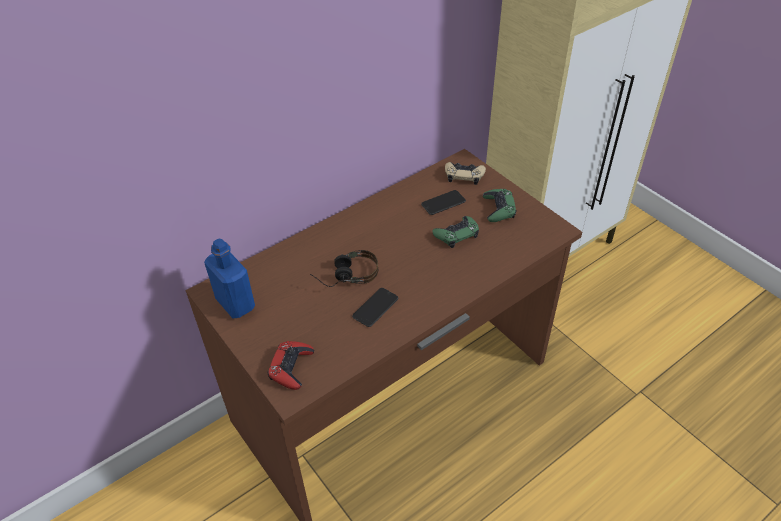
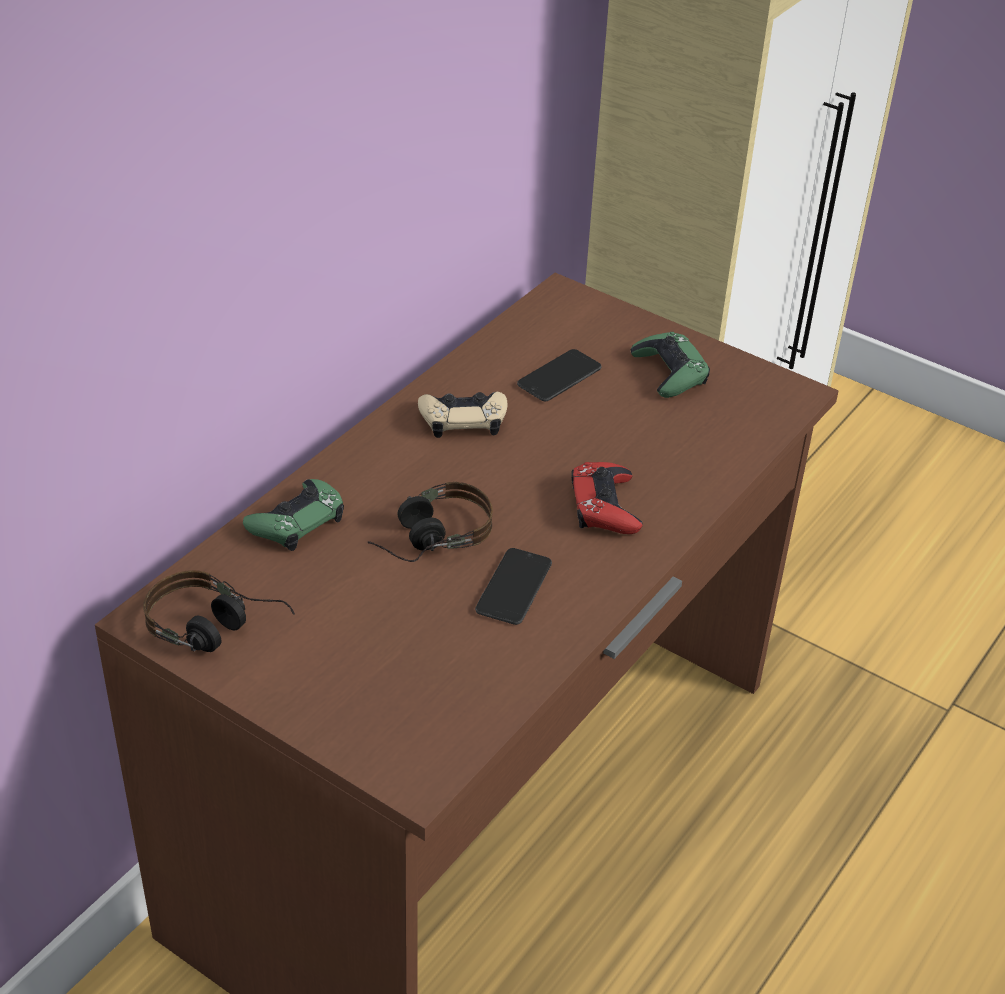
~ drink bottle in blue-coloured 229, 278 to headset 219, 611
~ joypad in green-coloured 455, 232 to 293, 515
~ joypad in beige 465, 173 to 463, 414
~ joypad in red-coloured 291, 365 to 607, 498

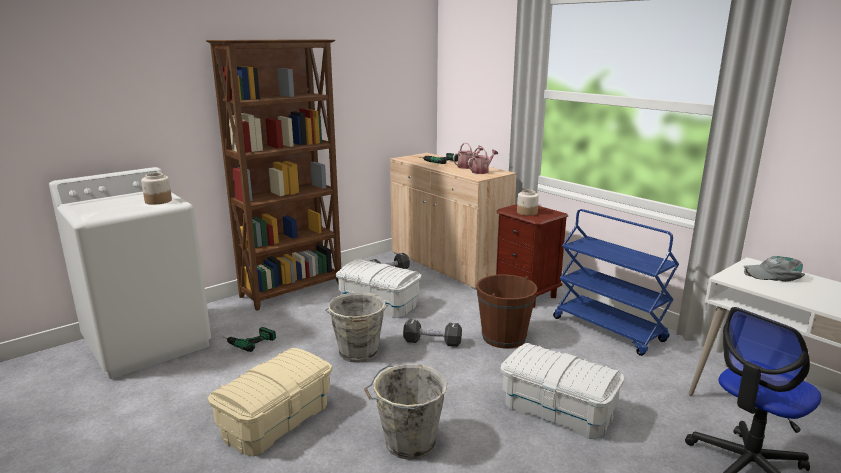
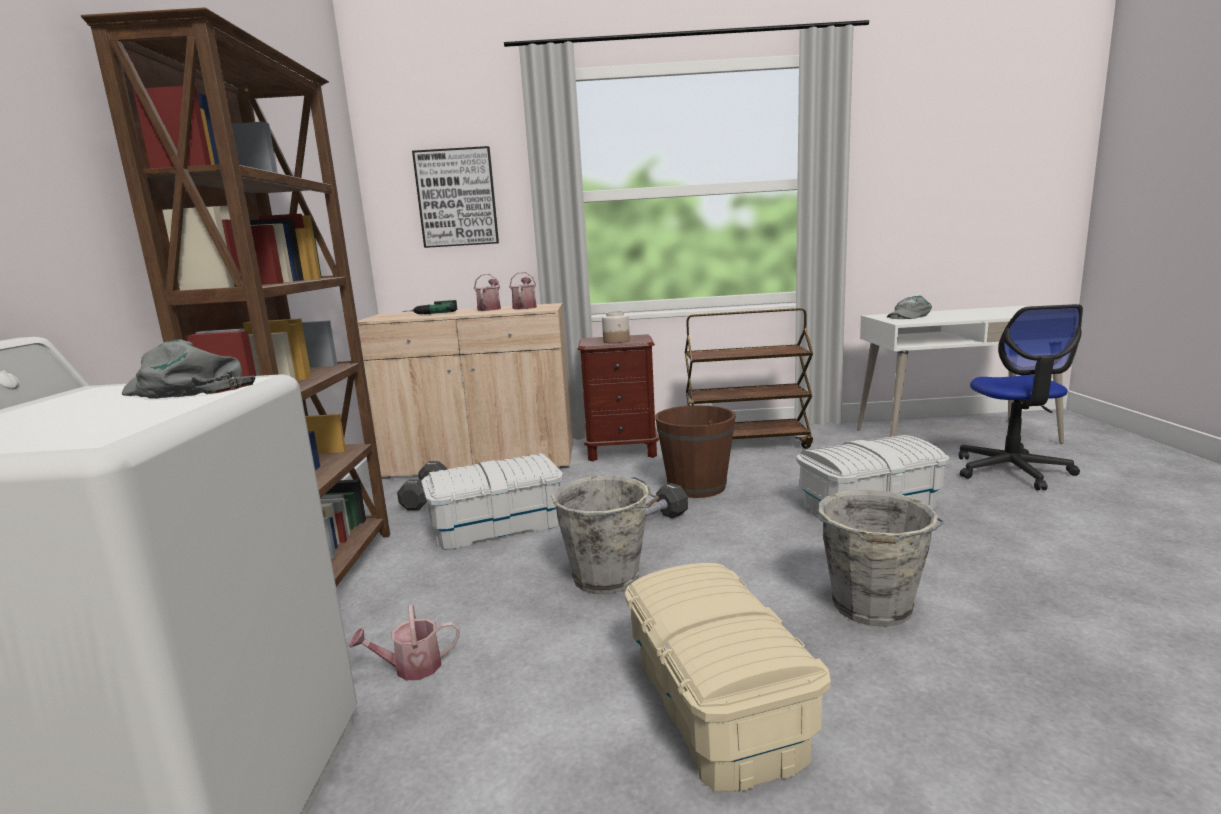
~ preserve jar 156, 189 to peaked cap in greyish 188, 369
~ electric drill 249, 339 to watering can 404, 642
+ wall picture 455, 197
~ cart in blue-coloured 616, 282 to cart in brown-coloured 749, 378

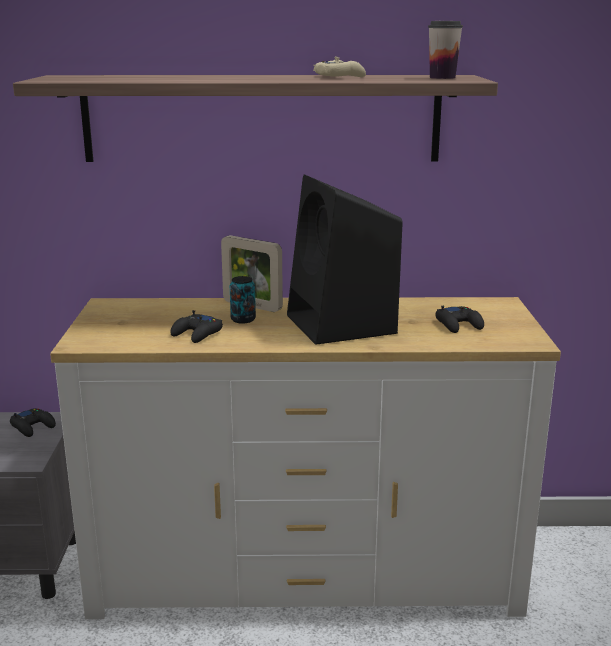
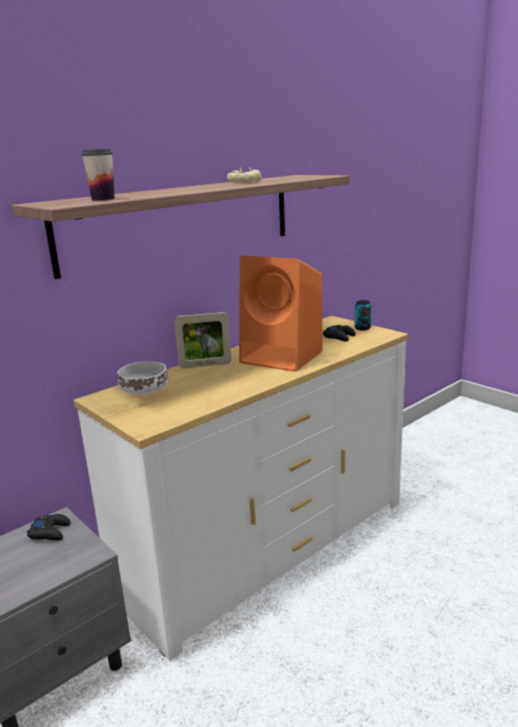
~ drinking cup 445, 50 to 98, 175
+ deep dish in white 142, 378
~ speaker in blackish 345, 259 to speaker in orangey 281, 314
~ can 243, 300 to 362, 315
- joypad in blackish 196, 326

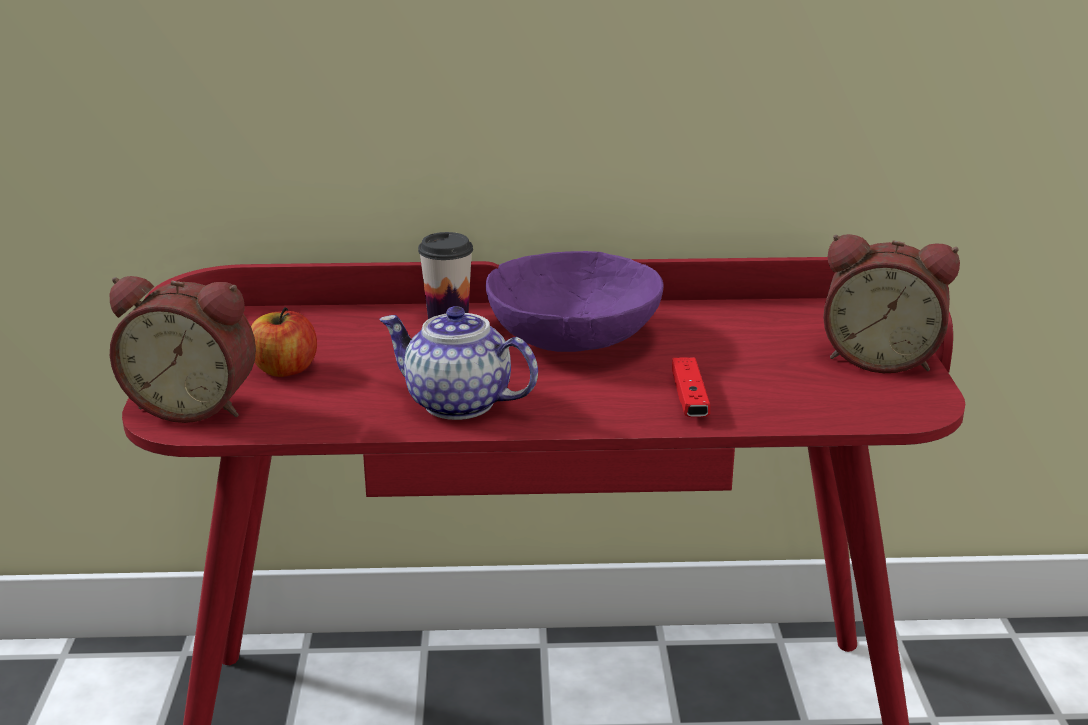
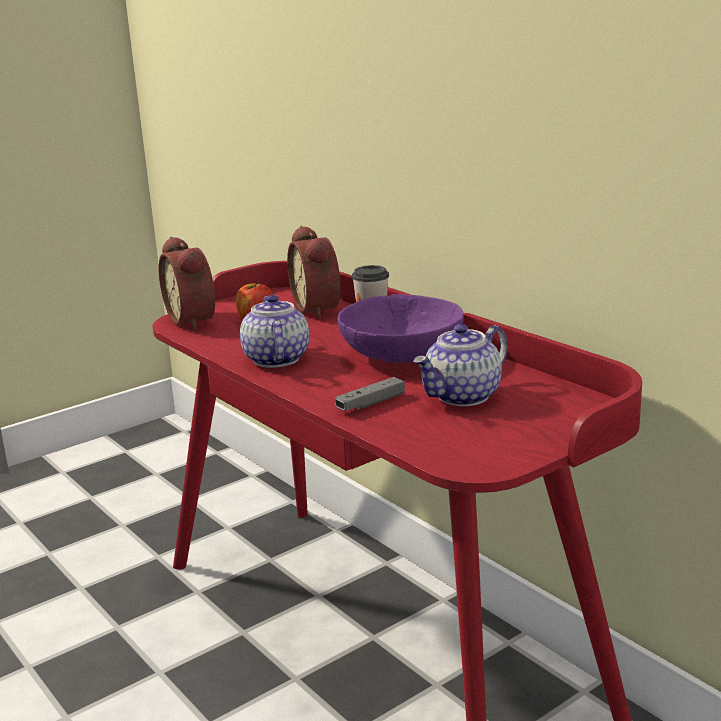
~ alarm clock 891, 303 to 314, 272
~ joypad in red-coloured 691, 387 to joypad in greyish 370, 394
+ tea pot 460, 365

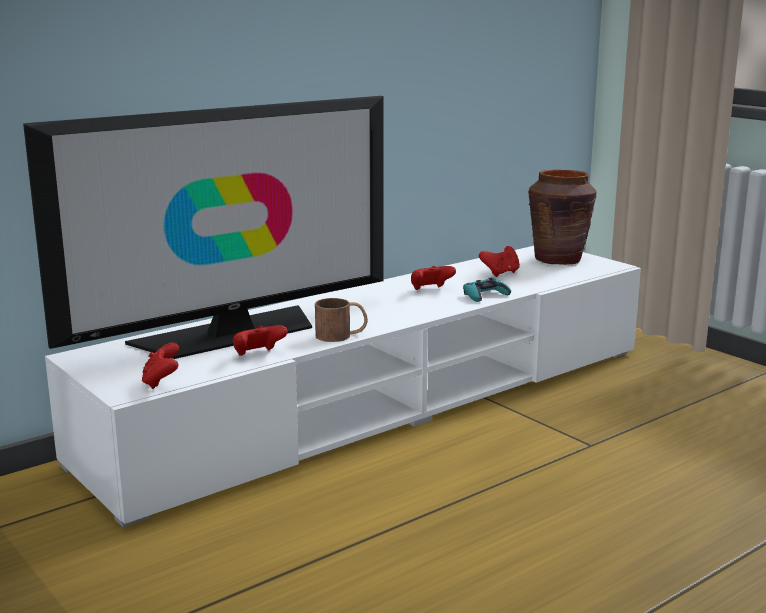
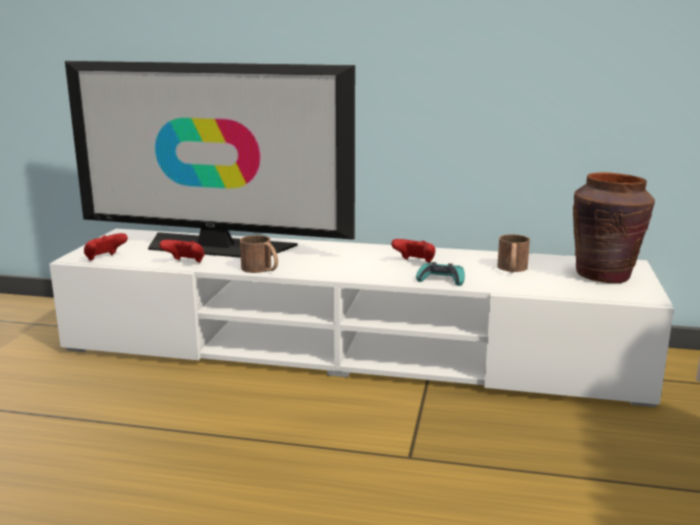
~ joypad in red-coloured 499, 261 to coffee mug in brown-coloured 513, 253

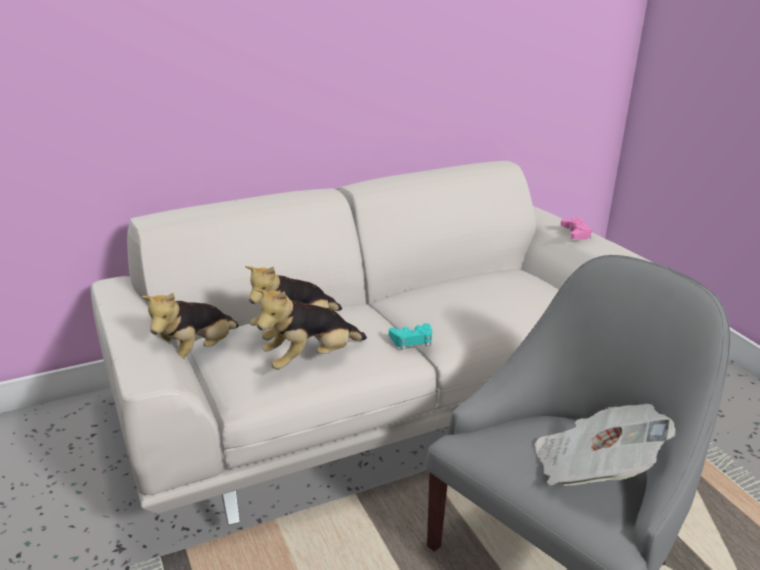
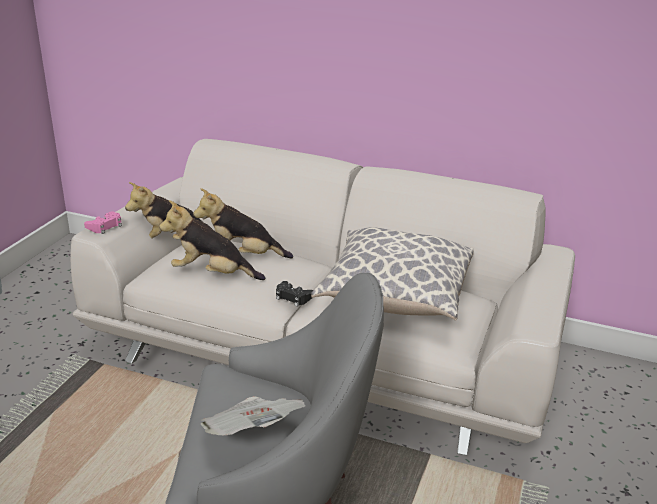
~ joypad in pink-coloured 576, 228 to 103, 223
~ joypad in turquoise 410, 336 to joypad in blackish 294, 294
+ throw pillow 392, 273

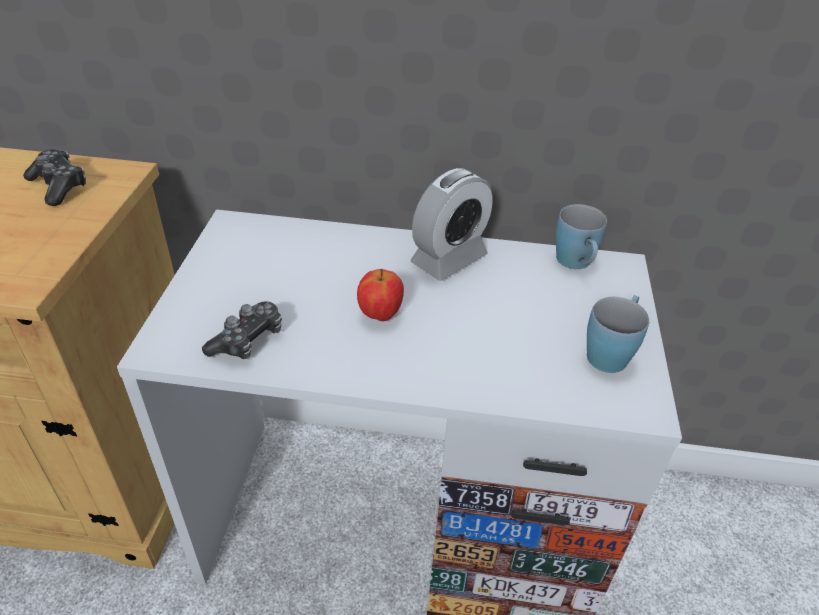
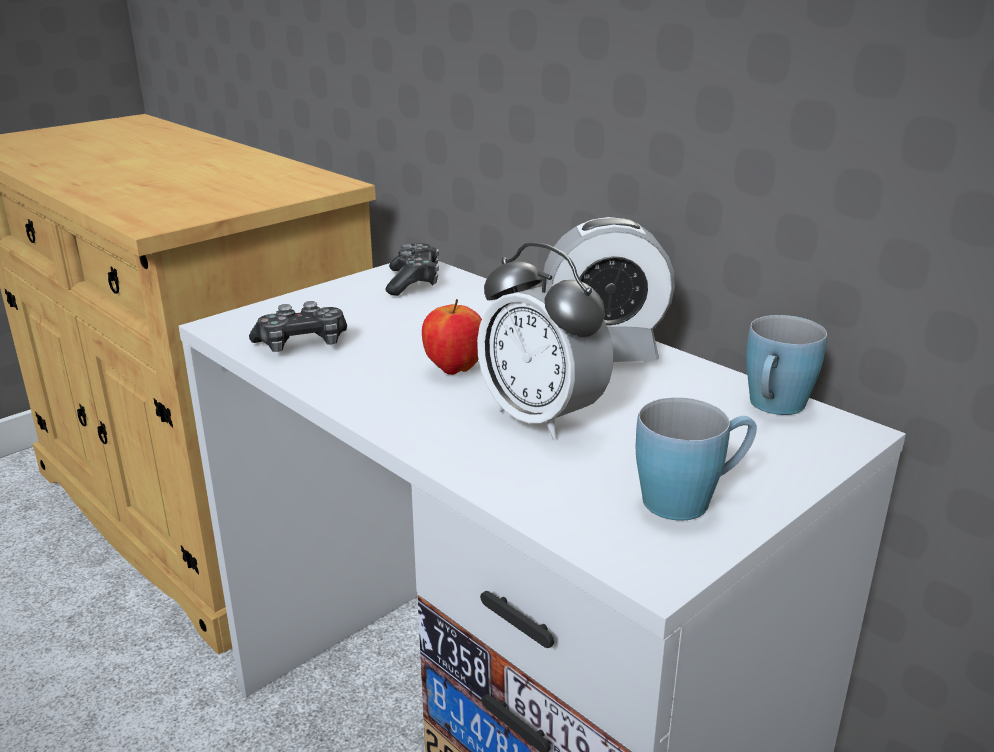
~ joypad 54, 177 to 412, 269
+ alarm clock 545, 340

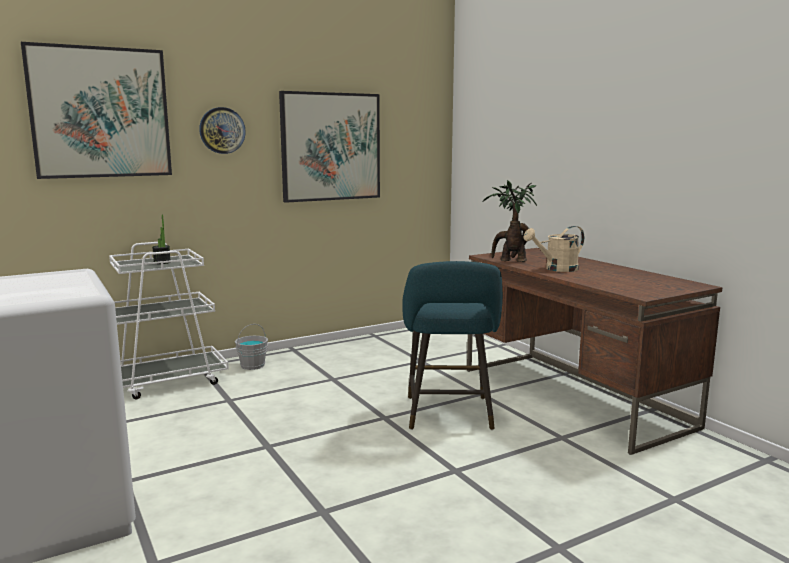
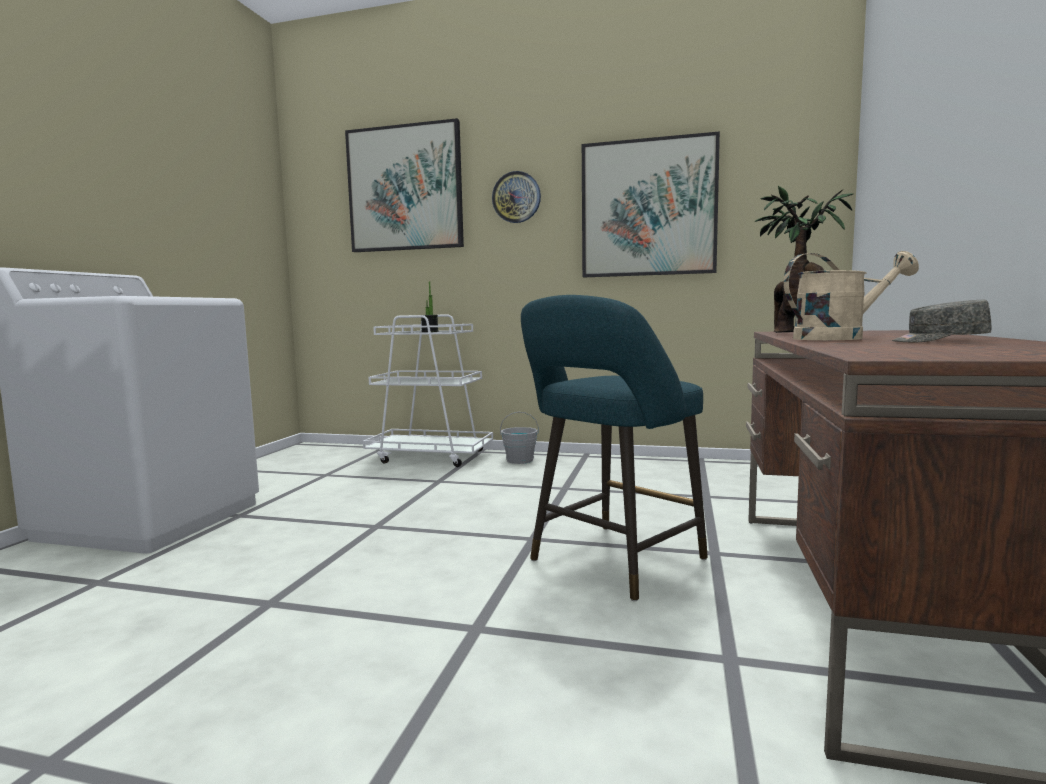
~ watering can in beige 553, 249 = 851, 295 150 degrees clockwise
+ peaked cap in greyish 941, 321

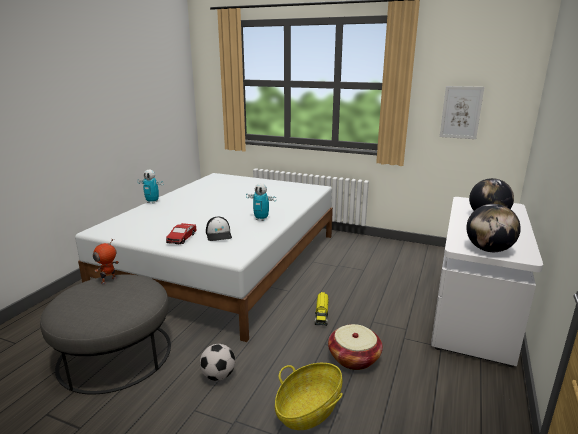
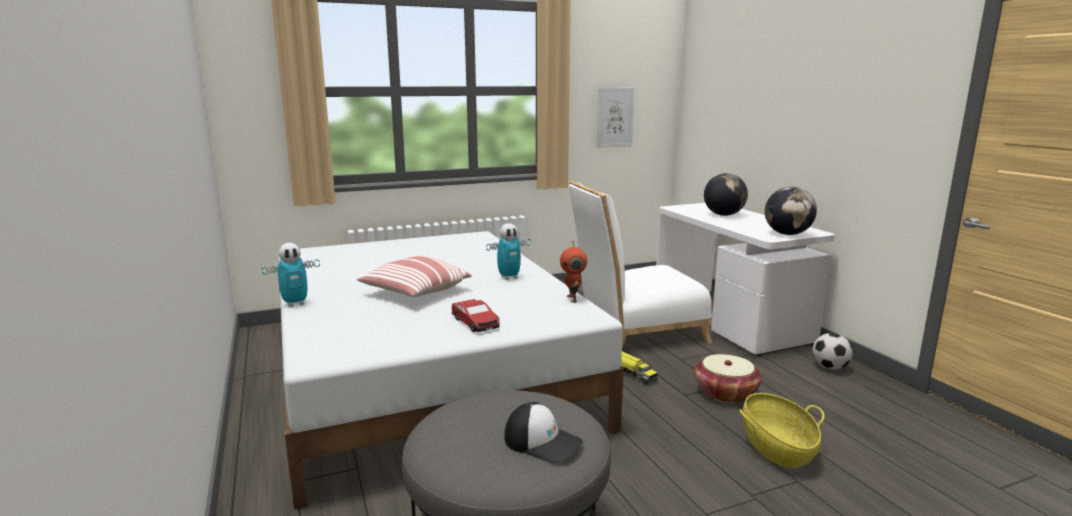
+ throw pillow 414, 276
~ peaked cap 219, 229 to 544, 432
~ robot figure 106, 261 to 573, 272
+ plain chair in white 640, 264
~ football 217, 362 to 832, 351

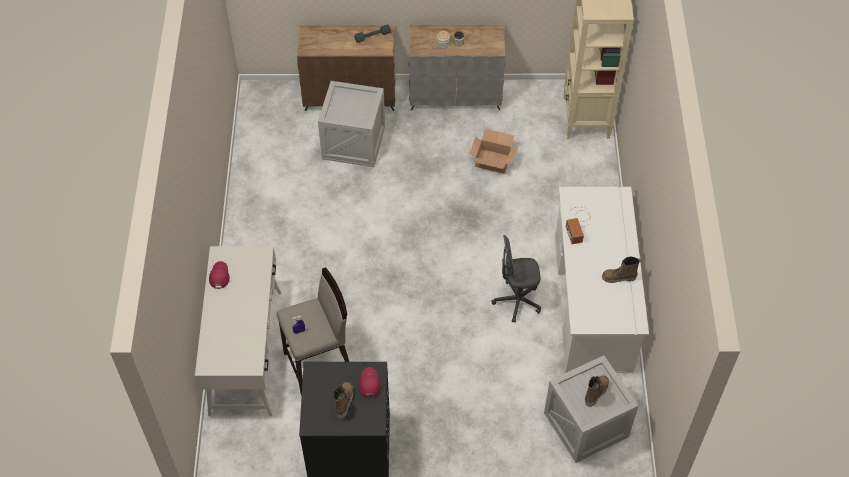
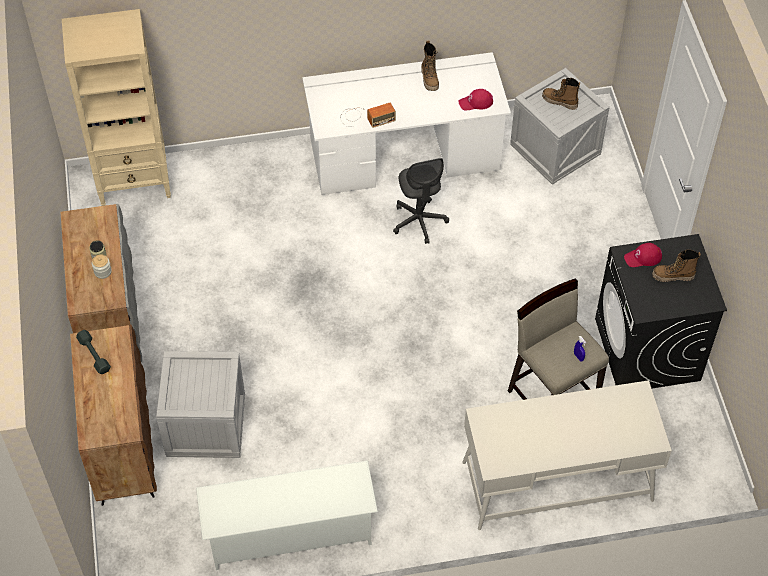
+ shoe shelf in white 287, 515
~ peaked cap in red-coloured 219, 275 to 475, 99
- carton 494, 151

